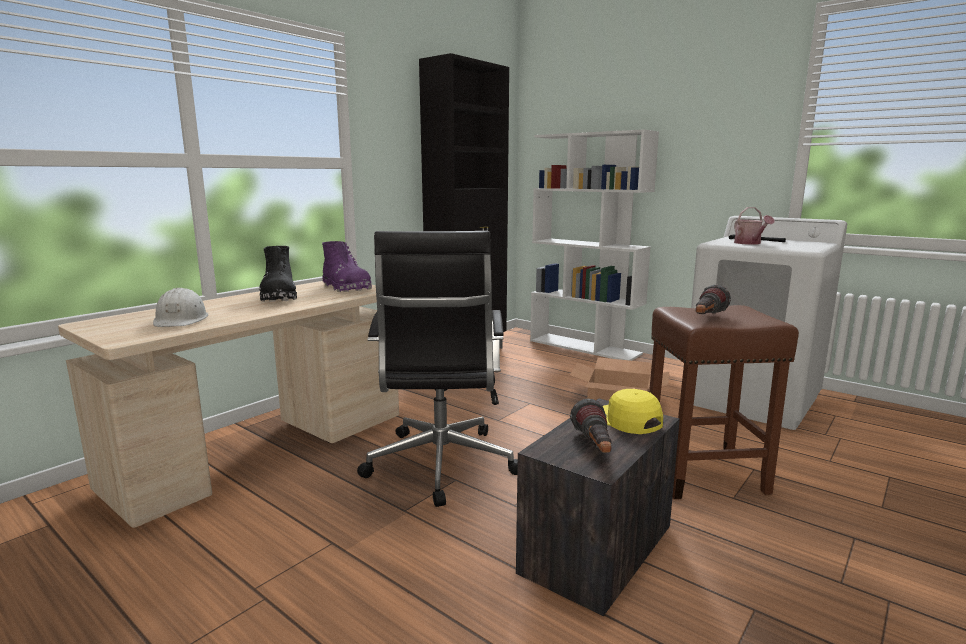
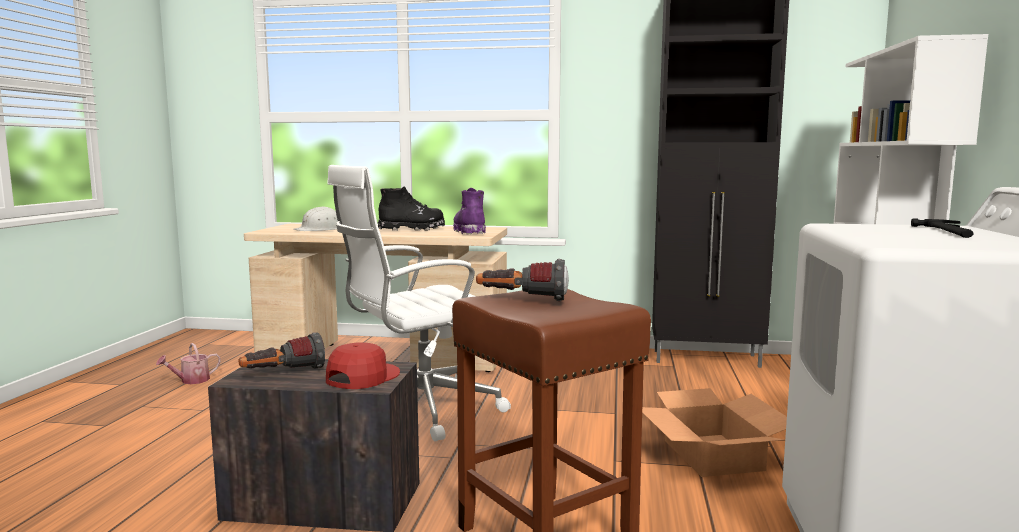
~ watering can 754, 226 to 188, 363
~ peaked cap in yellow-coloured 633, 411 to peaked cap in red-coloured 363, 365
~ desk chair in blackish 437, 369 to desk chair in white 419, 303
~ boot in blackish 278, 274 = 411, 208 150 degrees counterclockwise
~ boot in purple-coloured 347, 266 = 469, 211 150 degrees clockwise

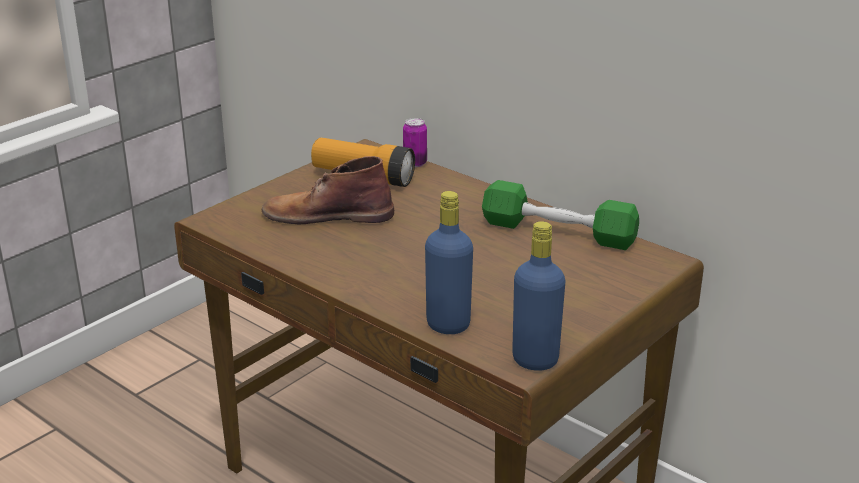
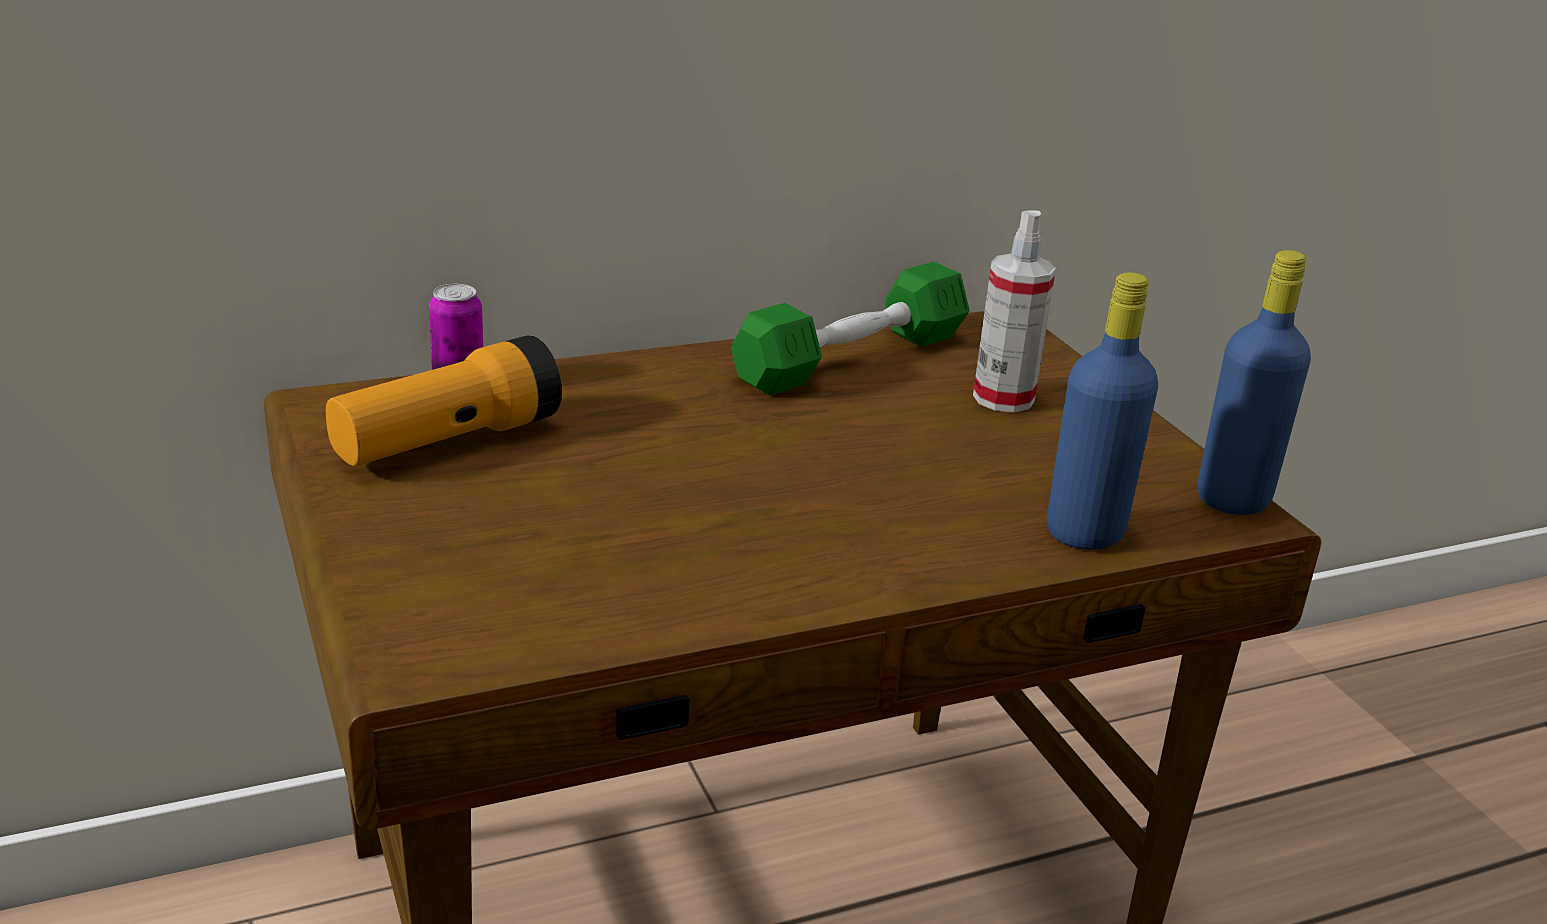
+ spray bottle 1014, 312
- boot in brown-coloured 328, 190

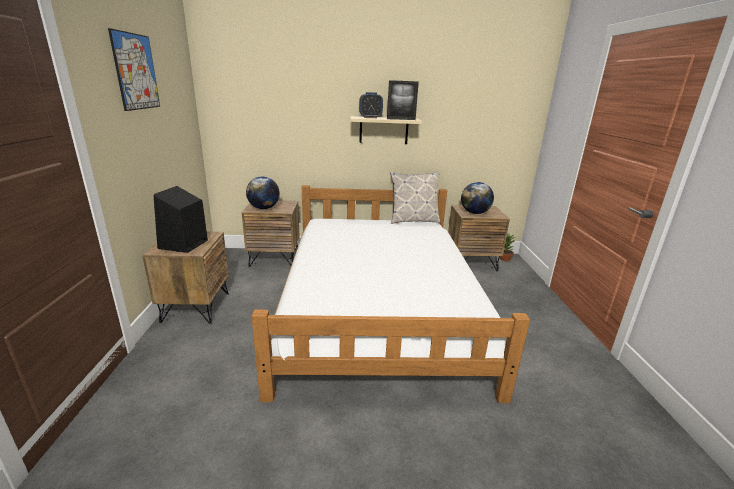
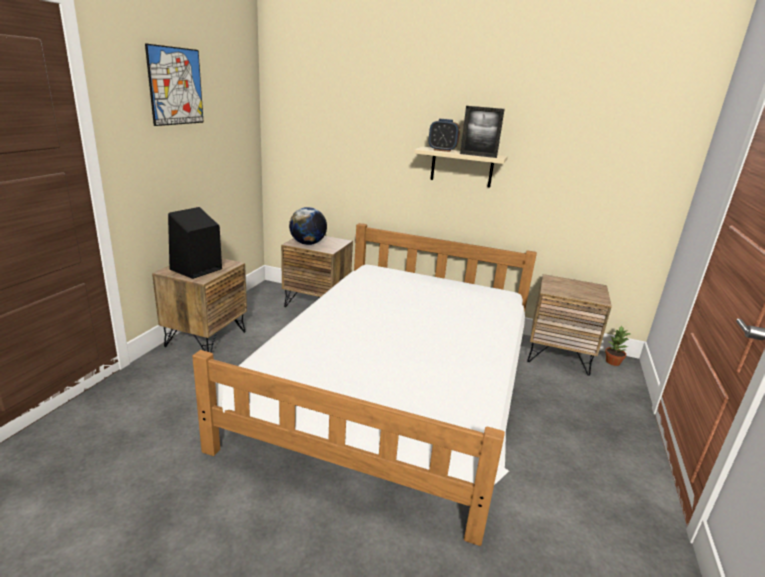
- throw pillow 415, 198
- desk globe 477, 198

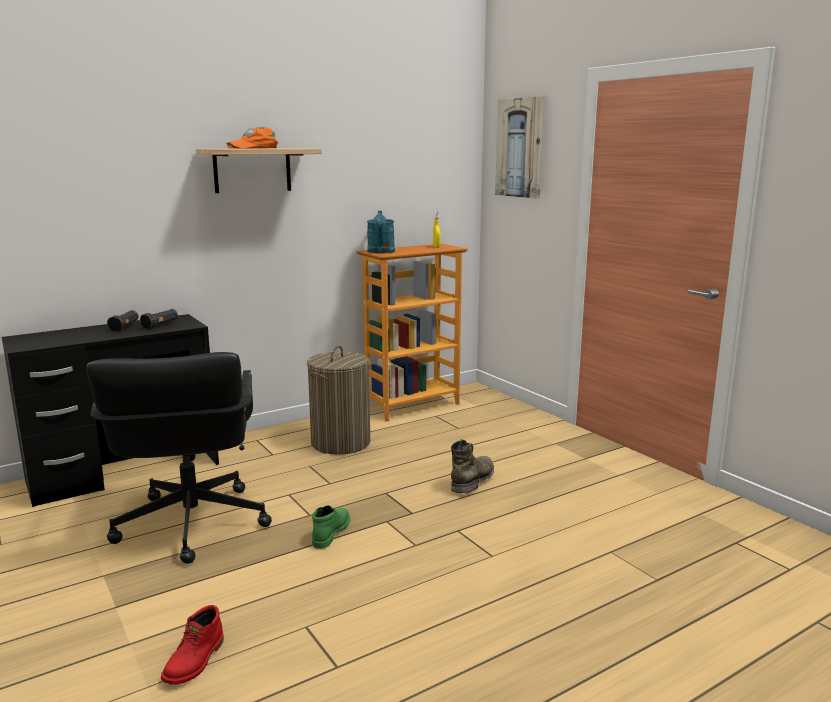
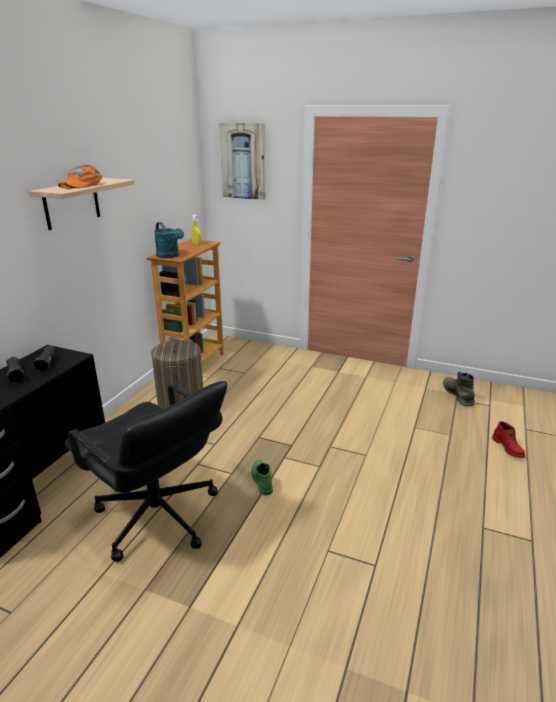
~ boot in green-coloured 472, 466 to 459, 389
~ boot in red-coloured 192, 645 to 508, 439

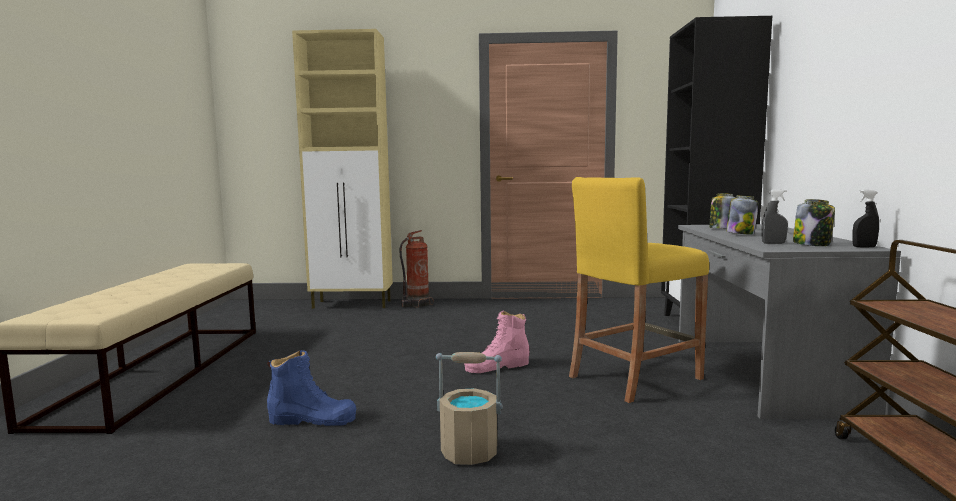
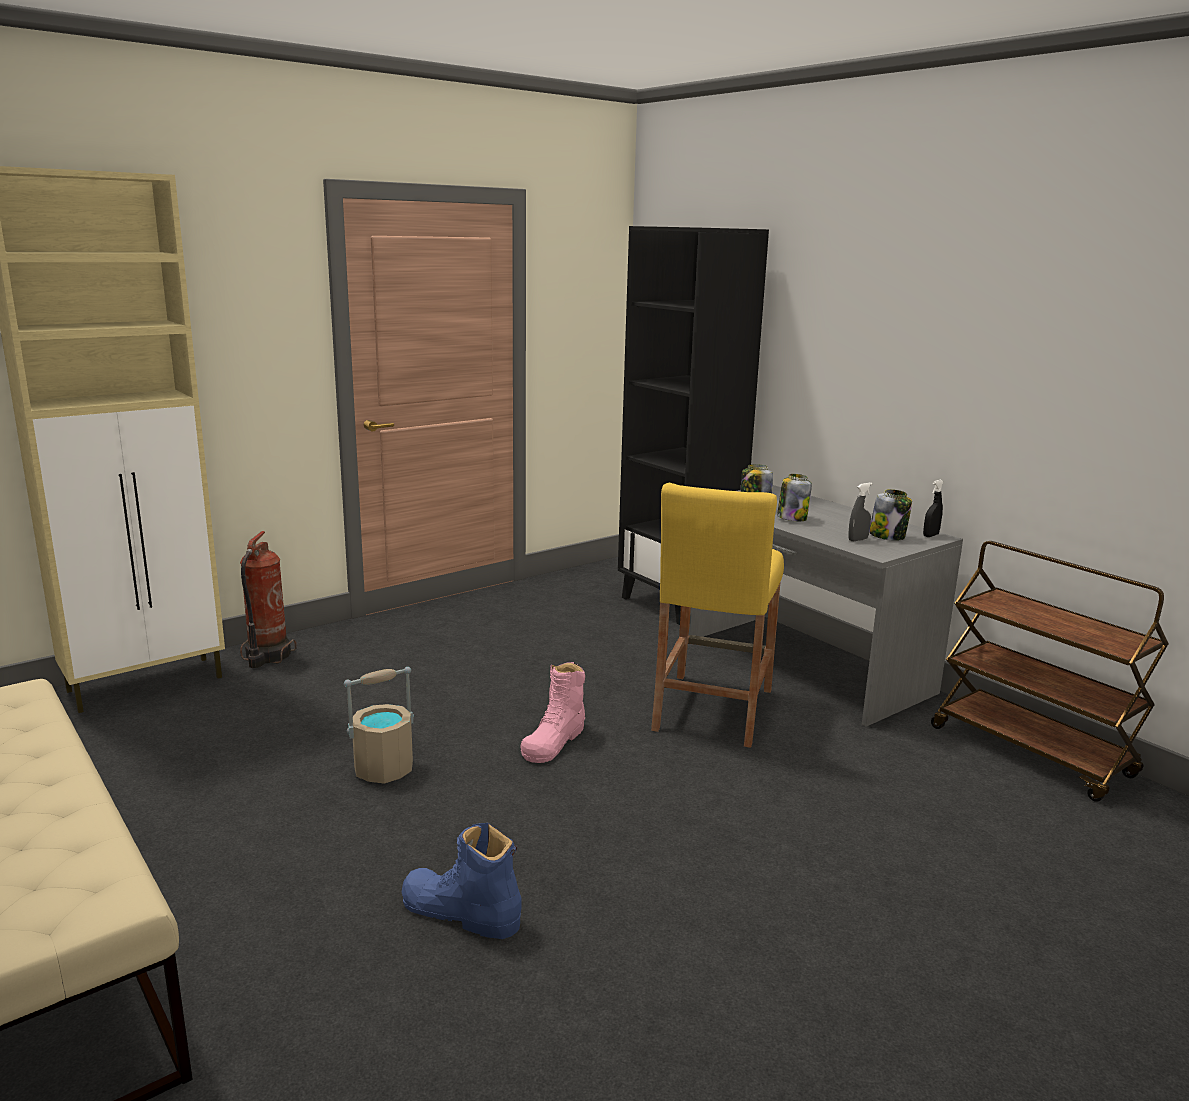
~ pail in beige 469, 408 to 379, 725
~ boot in blue-coloured 311, 388 = 462, 881 120 degrees counterclockwise

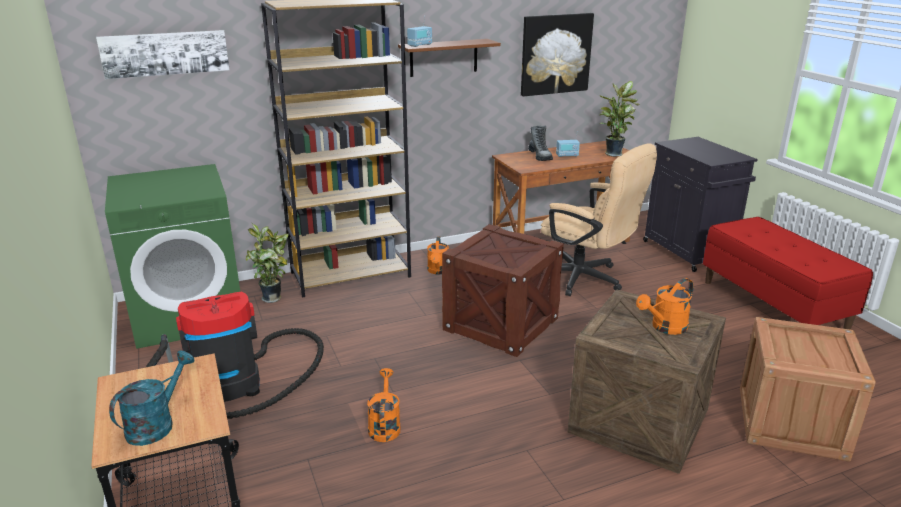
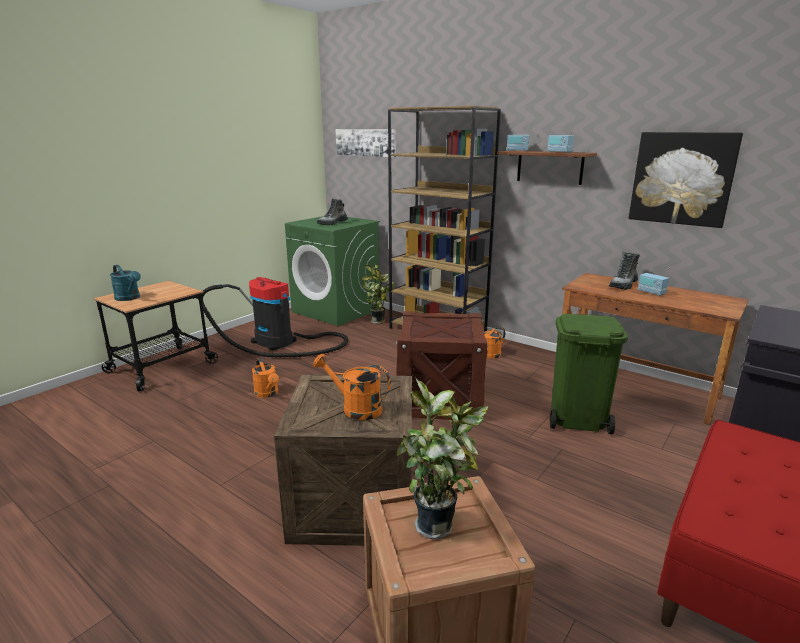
~ watering can in turquoise 152, 398 = 125, 283 45 degrees clockwise
~ watering can in orangey 384, 405 = 265, 378 90 degrees clockwise
+ boot 332, 212
~ houseplant 619, 119 to 442, 458
+ radio set 560, 139
~ desk chair in beige 599, 219 to rubbish bin in green-coloured 589, 374

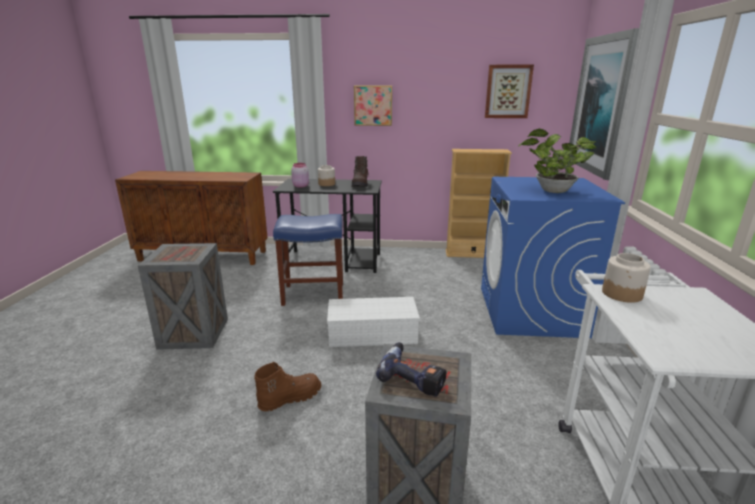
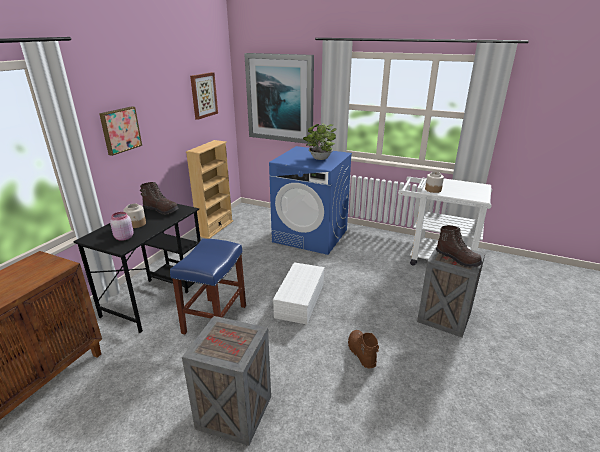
~ electric drill 411, 369 to boot in brown-coloured 459, 246

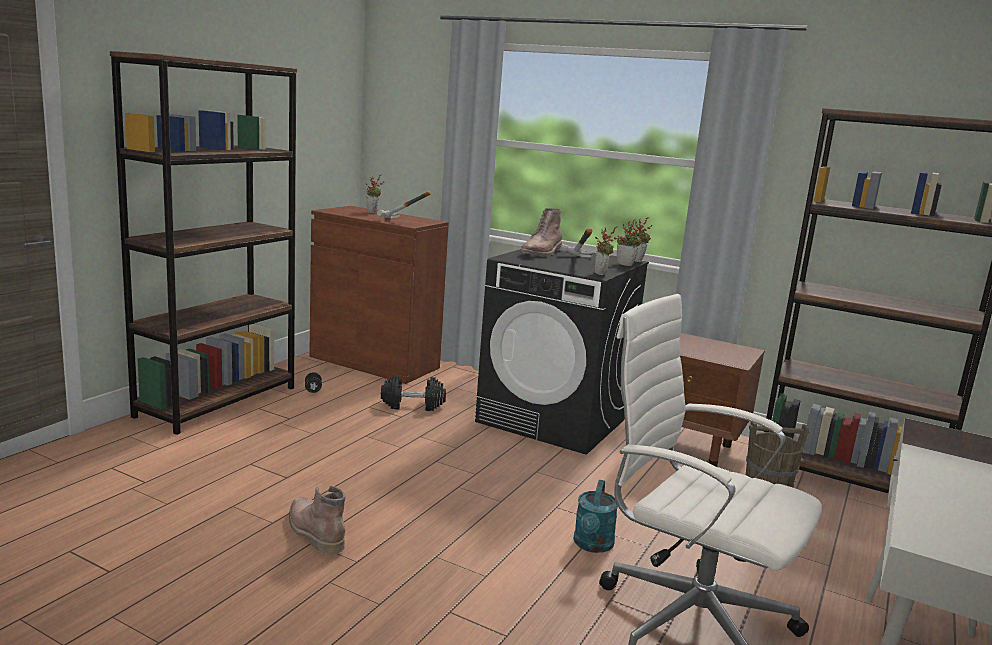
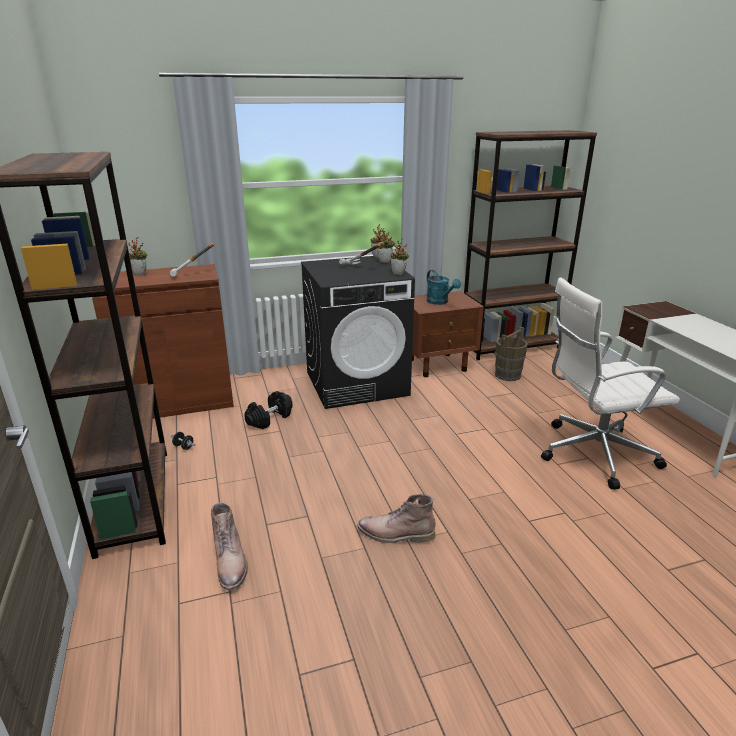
~ boot in brown-coloured 541, 232 to 229, 546
~ watering can in turquoise 595, 516 to 444, 287

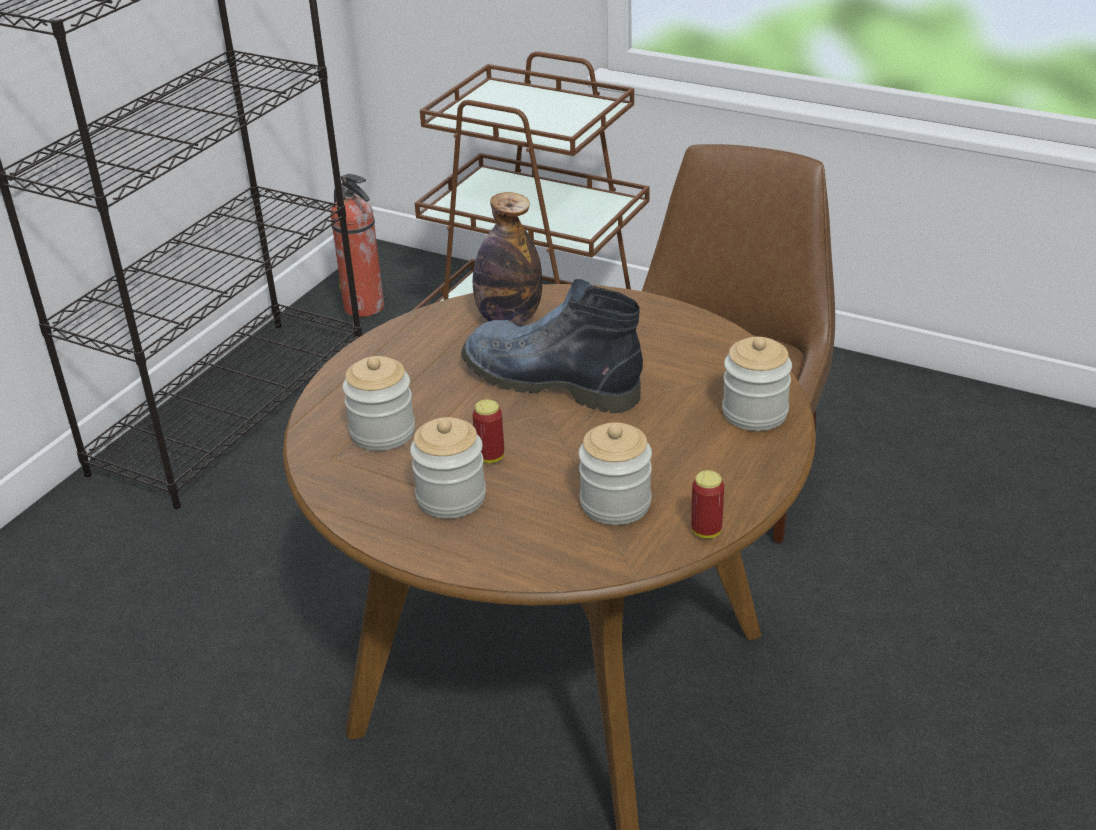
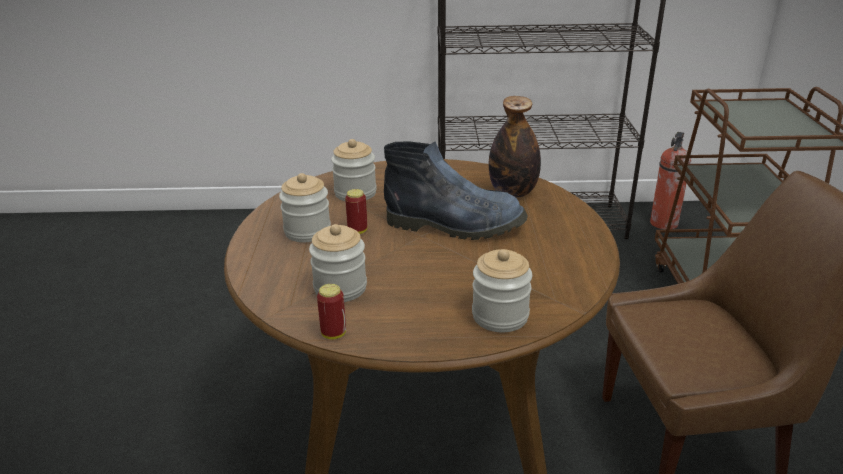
~ boot 552, 346 = 456, 190 105 degrees clockwise

